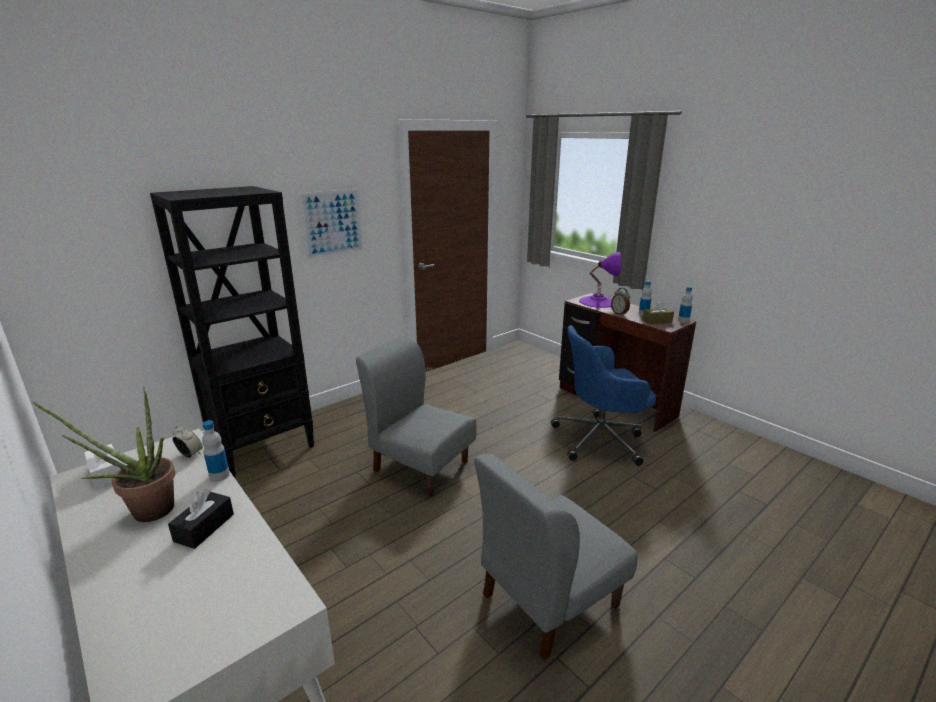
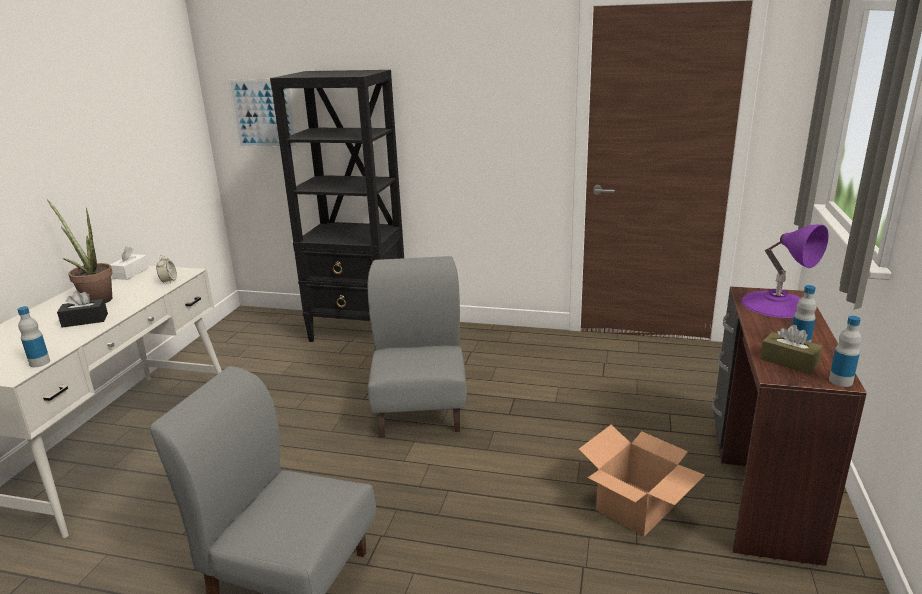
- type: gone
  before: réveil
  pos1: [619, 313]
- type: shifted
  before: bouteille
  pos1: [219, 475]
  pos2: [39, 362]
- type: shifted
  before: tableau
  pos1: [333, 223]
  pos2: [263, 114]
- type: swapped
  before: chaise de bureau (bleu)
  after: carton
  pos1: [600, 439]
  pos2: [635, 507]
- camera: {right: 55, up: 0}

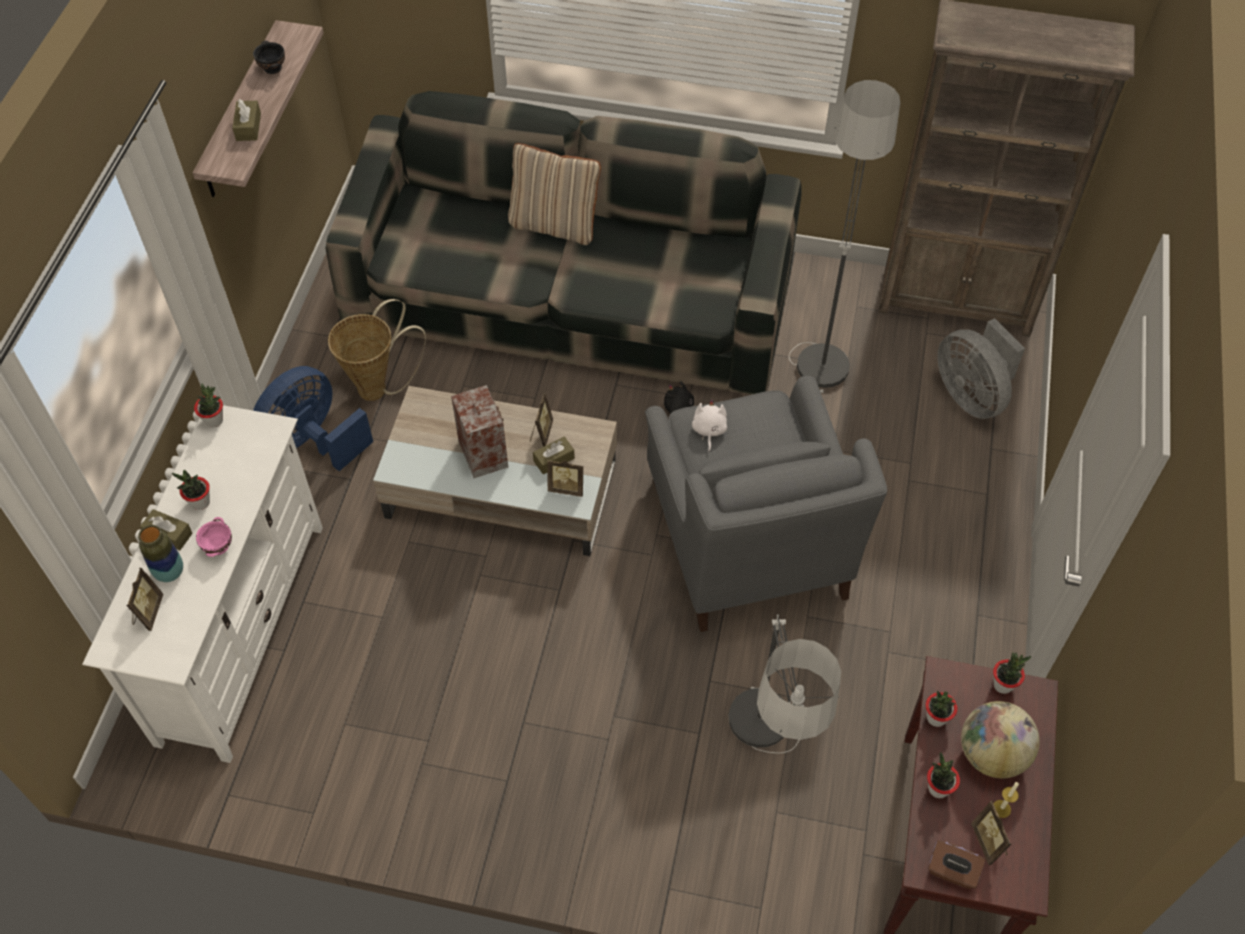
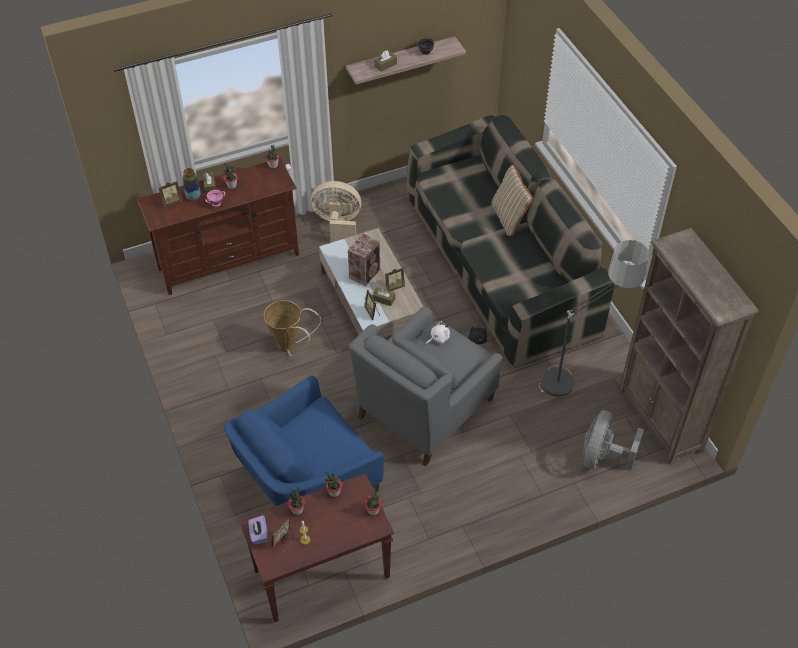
- type: gone
  before: globe
  pos1: [991, 754]
- type: shifted
  before: panier
  pos1: [379, 387]
  pos2: [290, 347]
- type: swapped
  before: lampadaire
  after: fauteuil (bleu)
  pos1: [766, 767]
  pos2: [306, 480]
- type: repainted
  before: meuble télé (blanc)
  after: meuble télé (marron)
  pos1: [241, 631]
  pos2: [229, 261]
- type: repainted
  before: ventilateur (bleu)
  after: ventilateur (beige)
  pos1: [312, 442]
  pos2: [338, 224]
- type: repainted
  before: boîte à mouchoirs (marron)
  after: boîte à mouchoirs (violet)
  pos1: [952, 871]
  pos2: [259, 534]
- camera: {right: 55, up: -5}

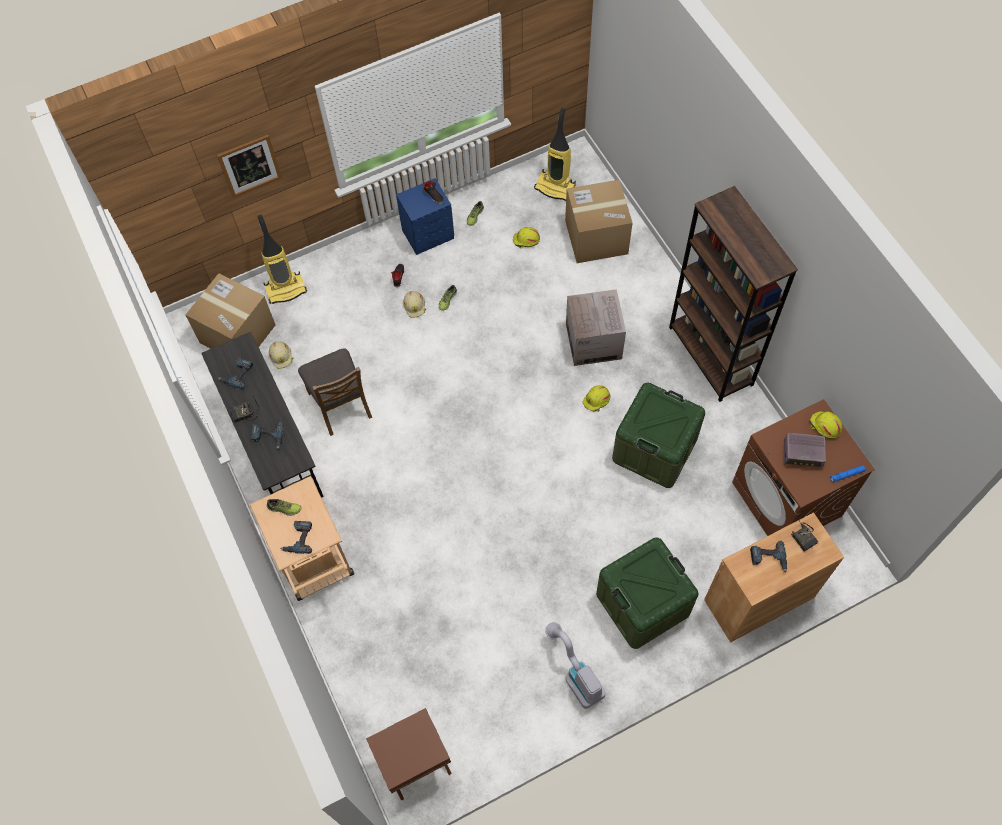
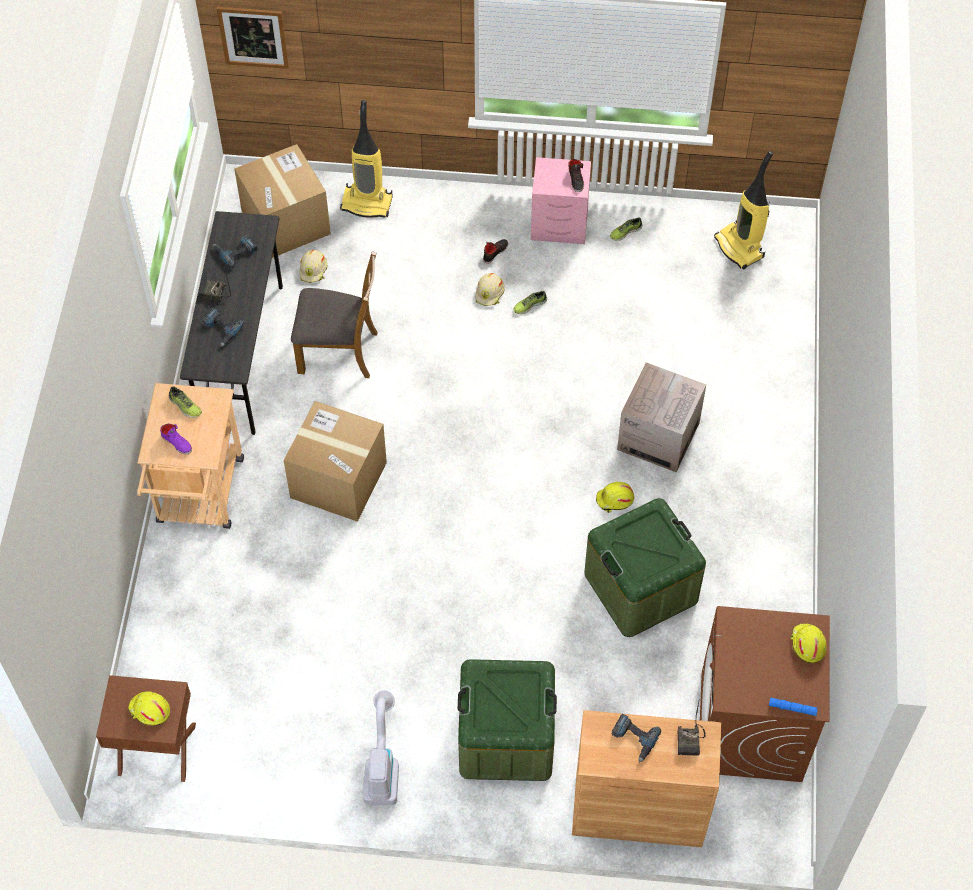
- type: gone
  before: bibliothèque (marron)
  pos1: [711, 356]
- type: gone
  before: radio
  pos1: [802, 454]
- type: shifted
  before: tableau
  pos1: [249, 166]
  pos2: [253, 37]
- type: shifted
  before: casque de chantier (jaune)
  pos1: [526, 240]
  pos2: [149, 710]
- type: shifted
  before: carton
  pos1: [596, 237]
  pos2: [338, 480]
- type: swapped
  before: perceuse
  after: chaussure (violet)
  pos1: [298, 539]
  pos2: [177, 442]
- type: repainted
  before: table de chevet (bleu)
  after: table de chevet (rose)
  pos1: [429, 235]
  pos2: [560, 226]
- type: rotated
  before: chaise (marron)
  pos1: [340, 404]
  pos2: [339, 351]
  turn: -90
- camera: {right: 30, up: -5}

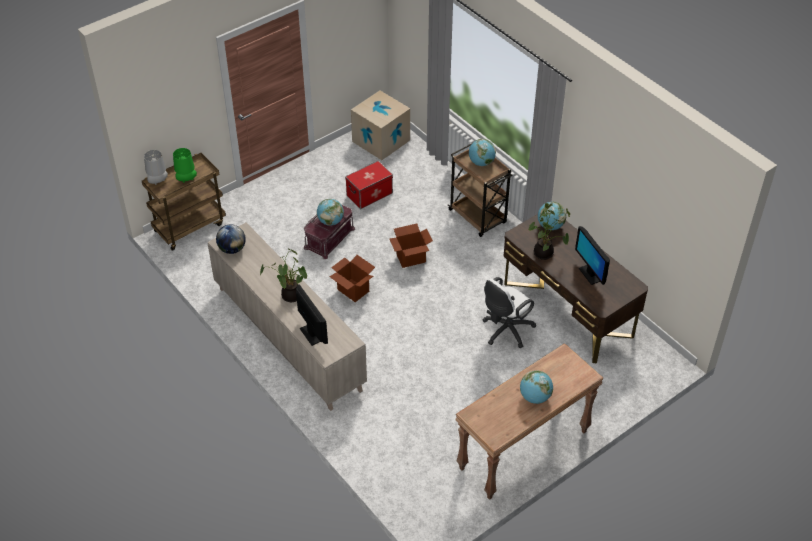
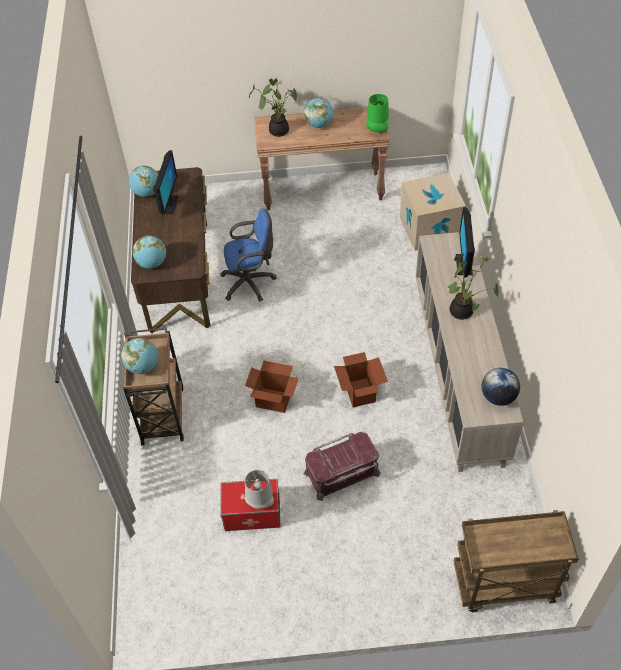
- type: shifted
  before: lampe de table (gris)
  pos1: [158, 182]
  pos2: [260, 504]
- type: shifted
  before: lampe de table (vert)
  pos1: [186, 181]
  pos2: [377, 131]
- type: shifted
  before: globe
  pos1: [330, 221]
  pos2: [147, 193]
- type: shifted
  before: carton
  pos1: [381, 141]
  pos2: [430, 229]
- type: shifted
  before: plante en pot
  pos1: [545, 254]
  pos2: [278, 129]
- type: repainted
  before: chaise de bureau (blanc)
  after: chaise de bureau (bleu)
  pos1: [505, 331]
  pos2: [251, 283]
- camera: {right: -145, up: 5}

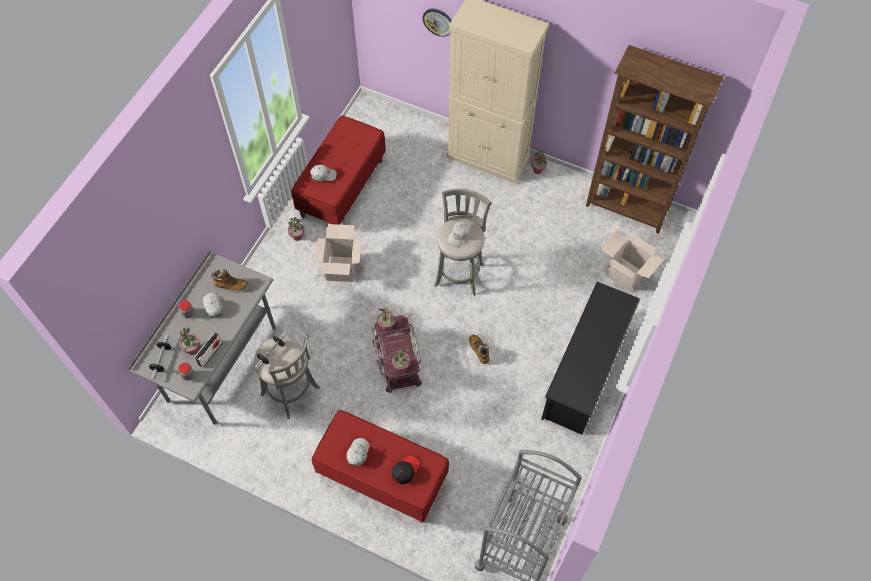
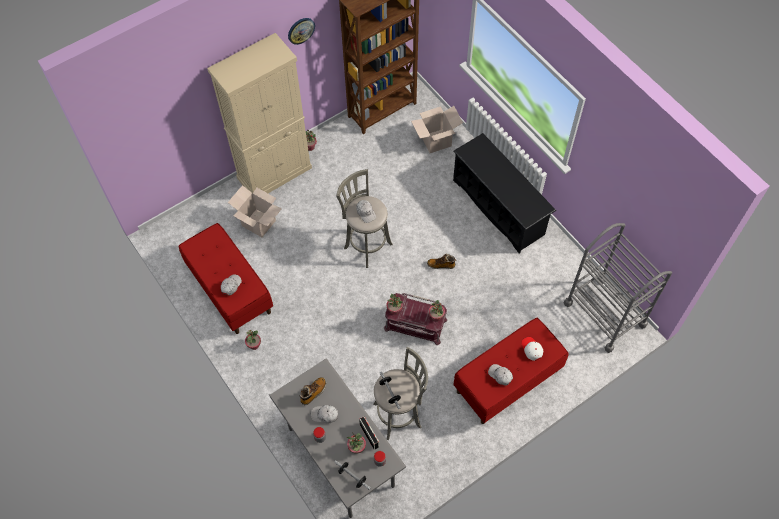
- type: shifted
  before: carton
  pos1: [341, 269]
  pos2: [259, 223]
- type: shifted
  before: horloge murale
  pos1: [438, 21]
  pos2: [301, 30]
- type: repainted
  before: casquette (noir)
  after: casquette (blanc)
  pos1: [405, 470]
  pos2: [531, 349]
- camera: {right: -60, up: 0}

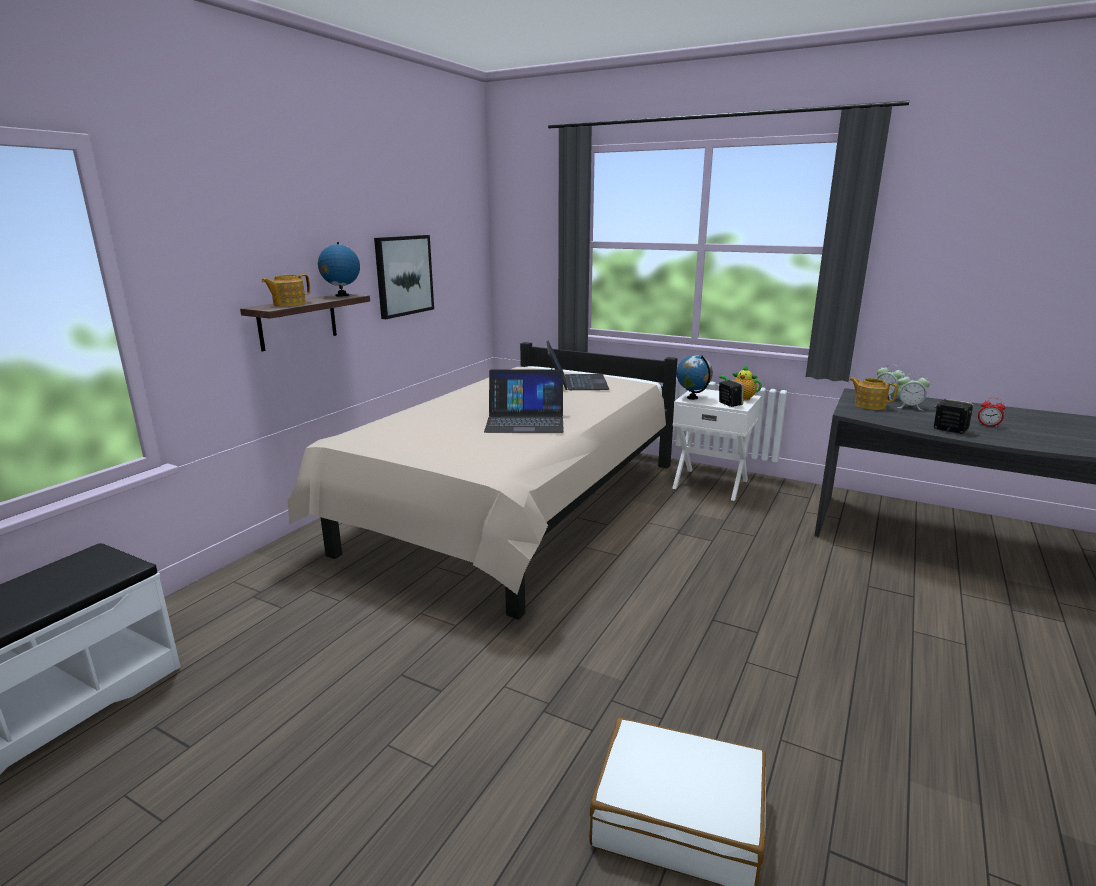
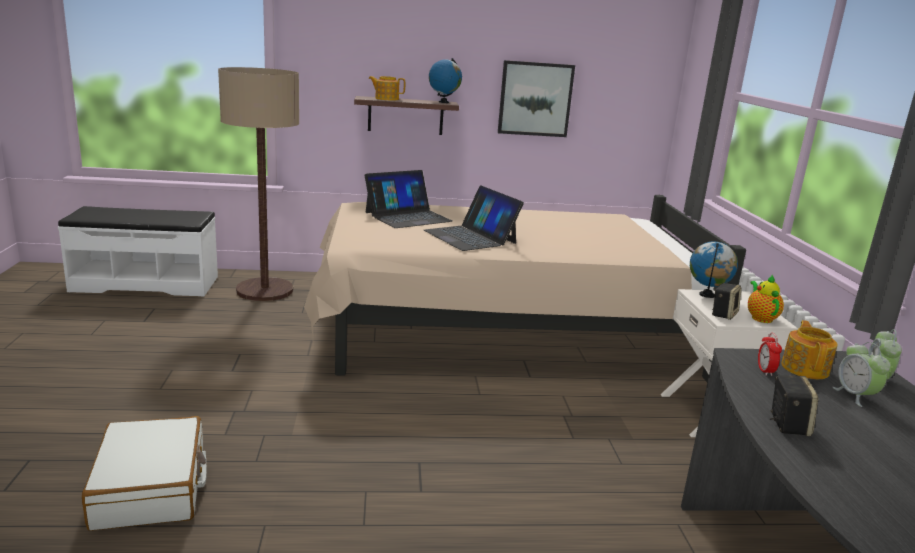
- type: new
  after: lampadaire
  pos2: [264, 290]
- type: shifted
  before: ordinateur portable
  pos1: [576, 382]
  pos2: [408, 217]
- type: shifted
  before: réveil
  pos1: [988, 425]
  pos2: [765, 371]
- camera: {right: 55, up: 0}

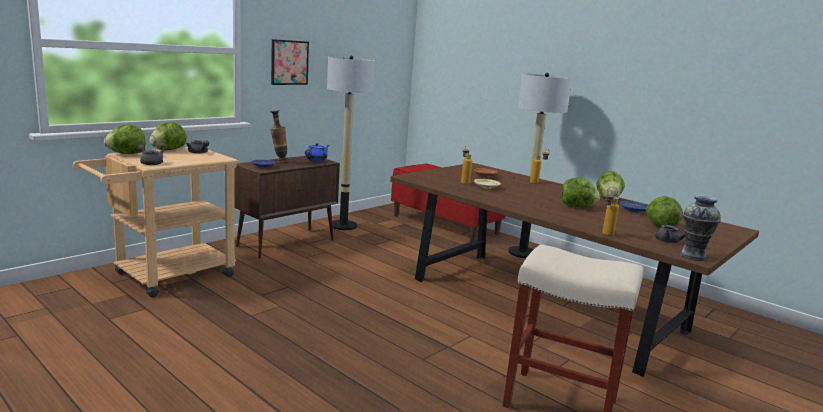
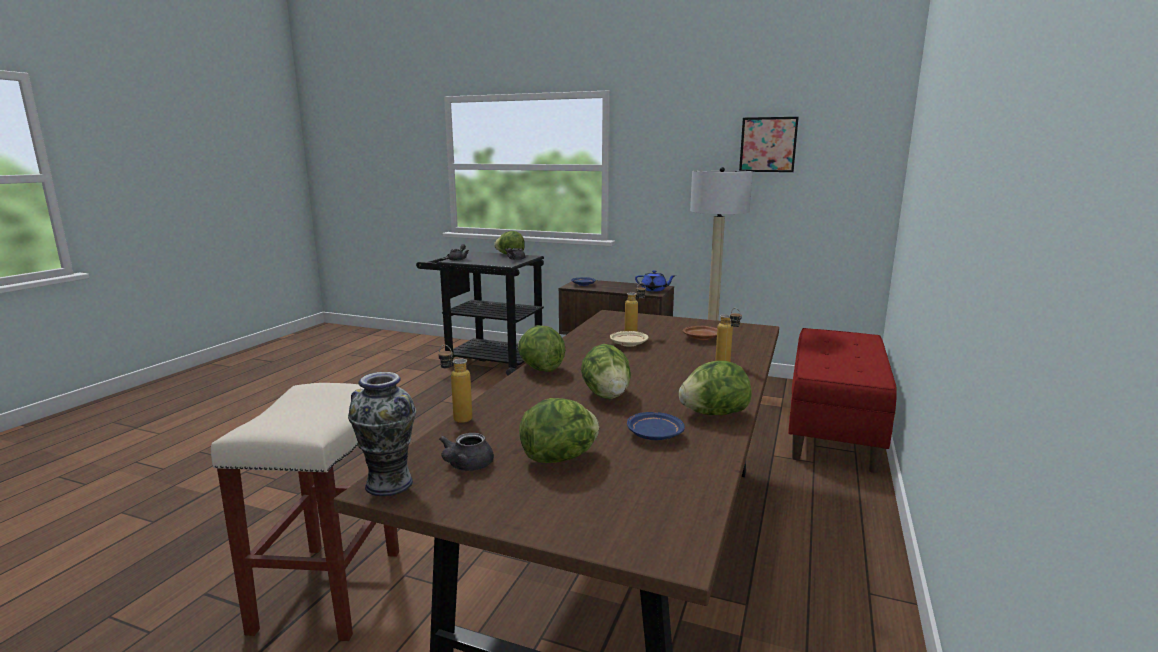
- type: gone
  before: vase
  pos1: [278, 162]
- type: gone
  before: lampadaire
  pos1: [522, 253]
- type: shifted
  before: laitue
  pos1: [126, 154]
  pos2: [540, 369]
- type: shifted
  before: tableau
  pos1: [289, 62]
  pos2: [768, 144]
- type: repainted
  before: chariot (beige)
  after: chariot (noir)
  pos1: [165, 277]
  pos2: [486, 360]
- camera: {right: 70, up: 0}

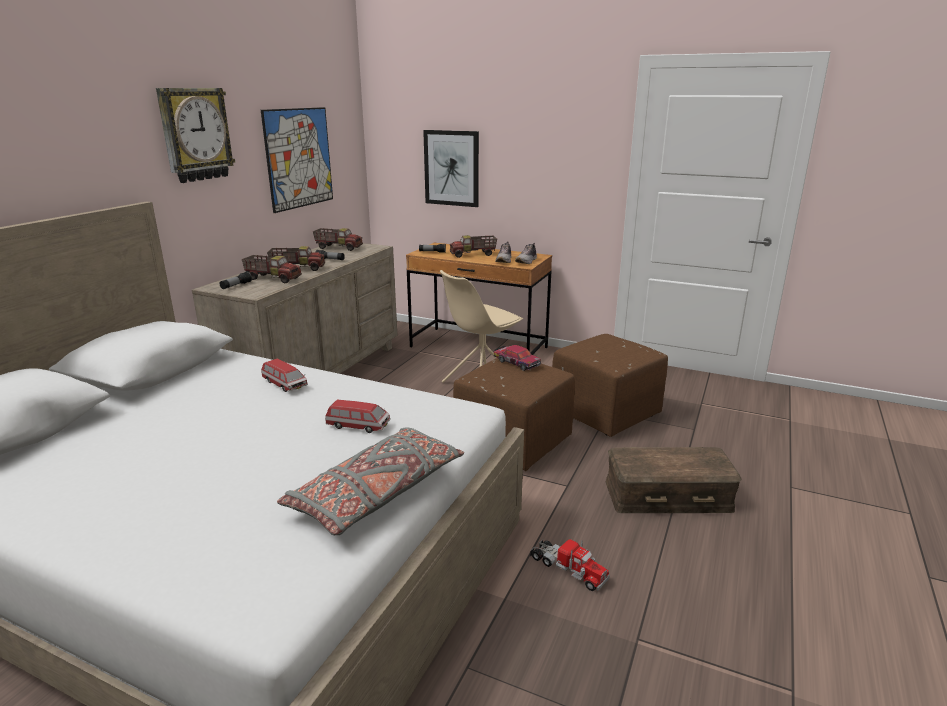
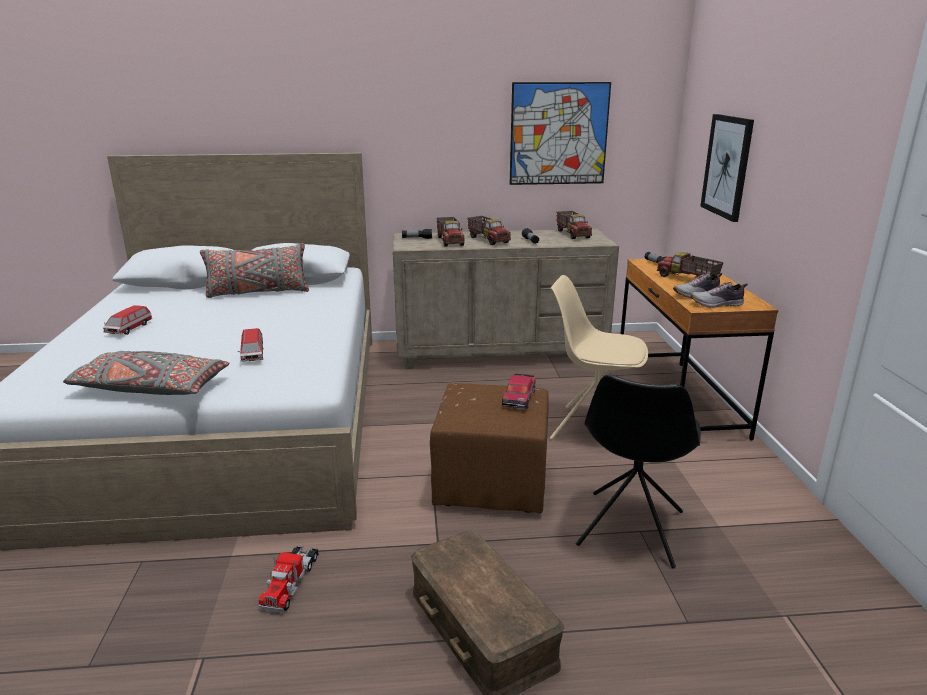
- type: gone
  before: horloge murale
  pos1: [195, 134]
- type: new
  after: coussin (gris)
  pos2: [257, 293]
- type: shifted
  before: petite voiture
  pos1: [284, 384]
  pos2: [129, 329]
- type: swapped
  before: pouf (marron)
  after: chaise (noir)
  pos1: [604, 414]
  pos2: [630, 530]
- camera: {right: 60, up: 0}

